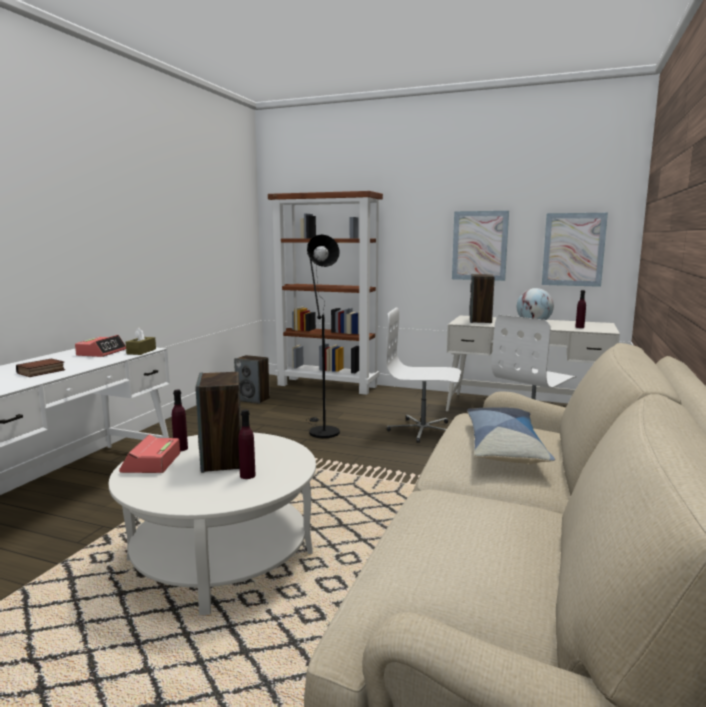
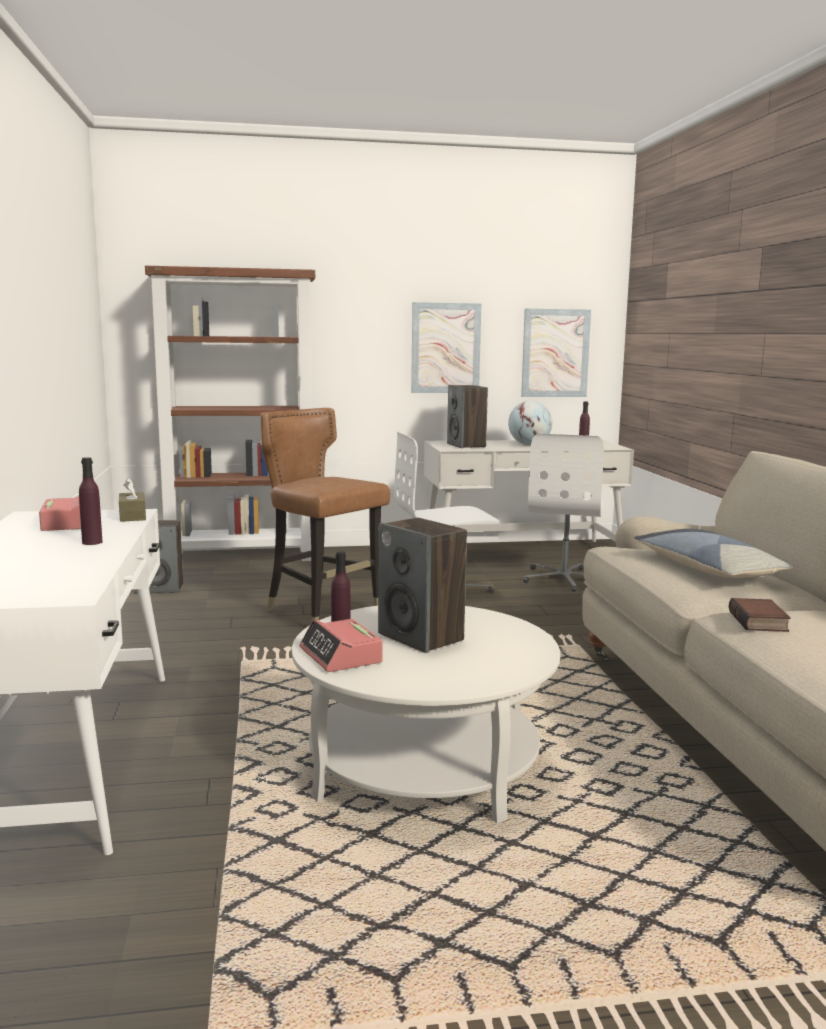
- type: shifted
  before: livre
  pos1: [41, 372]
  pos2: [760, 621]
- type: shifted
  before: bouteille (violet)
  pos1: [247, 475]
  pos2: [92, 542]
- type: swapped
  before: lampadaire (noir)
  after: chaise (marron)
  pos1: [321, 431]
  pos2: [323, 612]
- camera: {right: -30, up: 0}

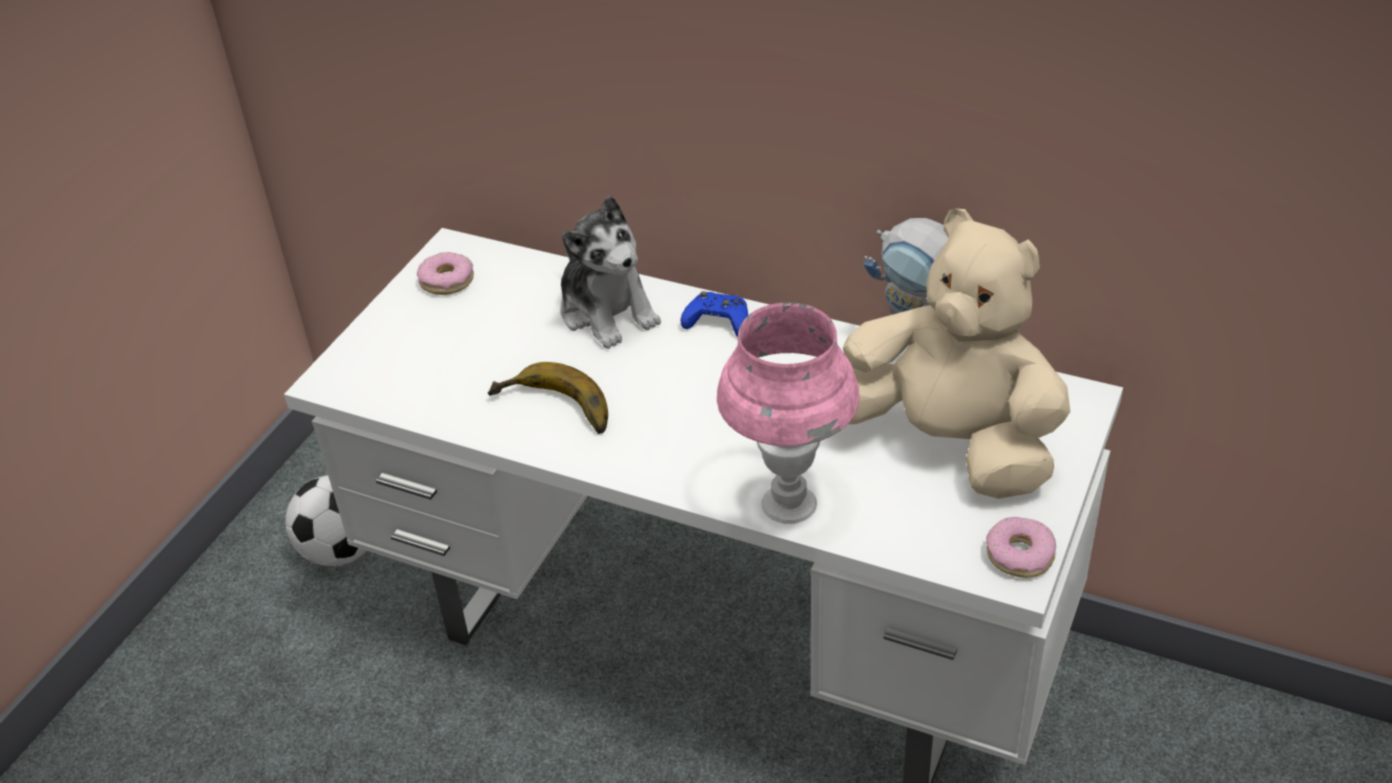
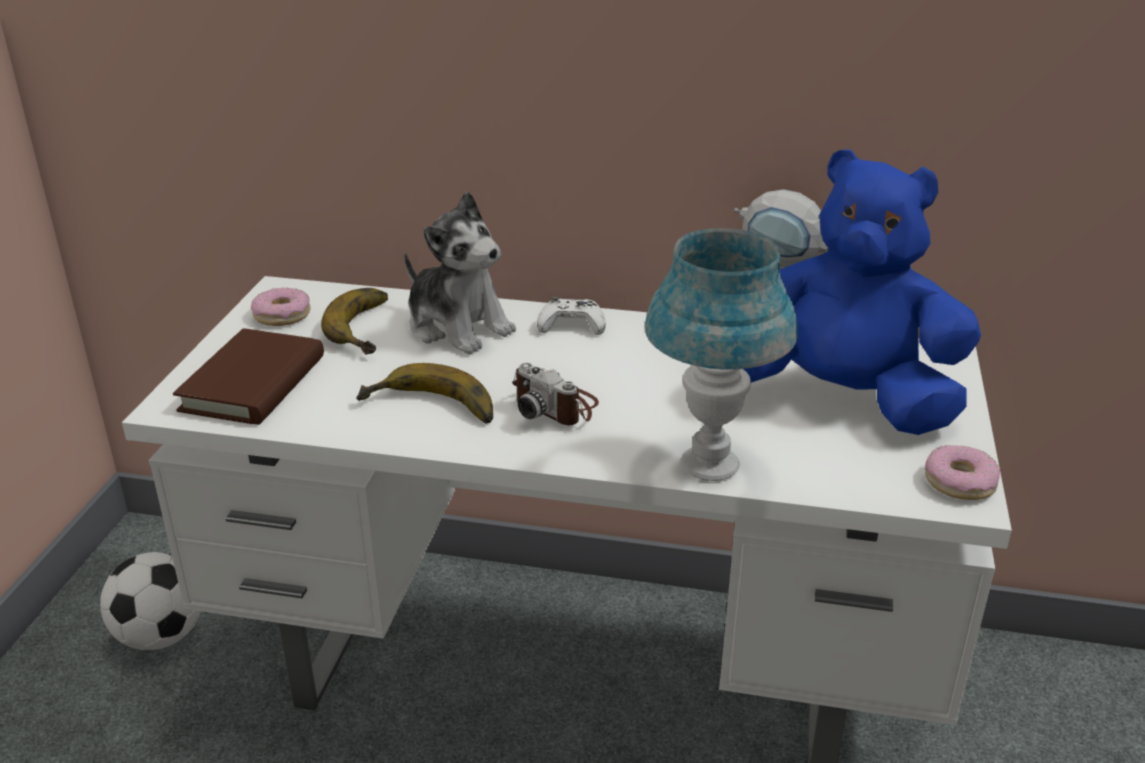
- type: new
  after: livre (marron)
  pos2: [253, 384]
- type: new
  after: banane
  pos2: [371, 327]
- type: new
  after: appareil photo
  pos2: [556, 406]
- type: repainted
  before: manette (bleu)
  after: manette (blanc)
  pos1: [718, 321]
  pos2: [572, 325]
- type: repainted
  before: lampe de table (rose)
  after: lampe de table (bleu)
  pos1: [788, 506]
  pos2: [709, 465]
- type: repainted
  before: peluche (beige)
  after: peluche (bleu)
  pos1: [948, 443]
  pos2: [841, 399]
- camera: {right: -15, up: -10}

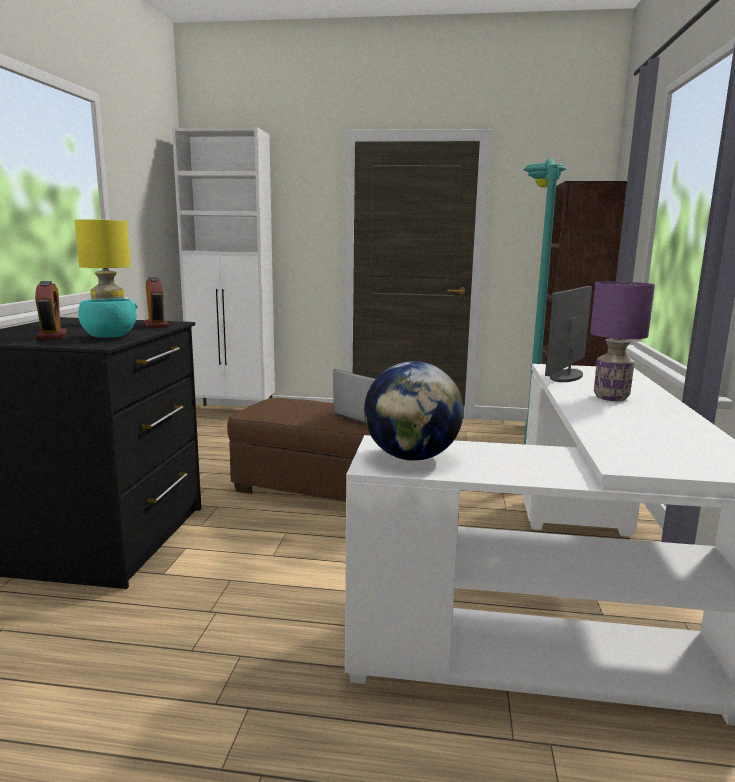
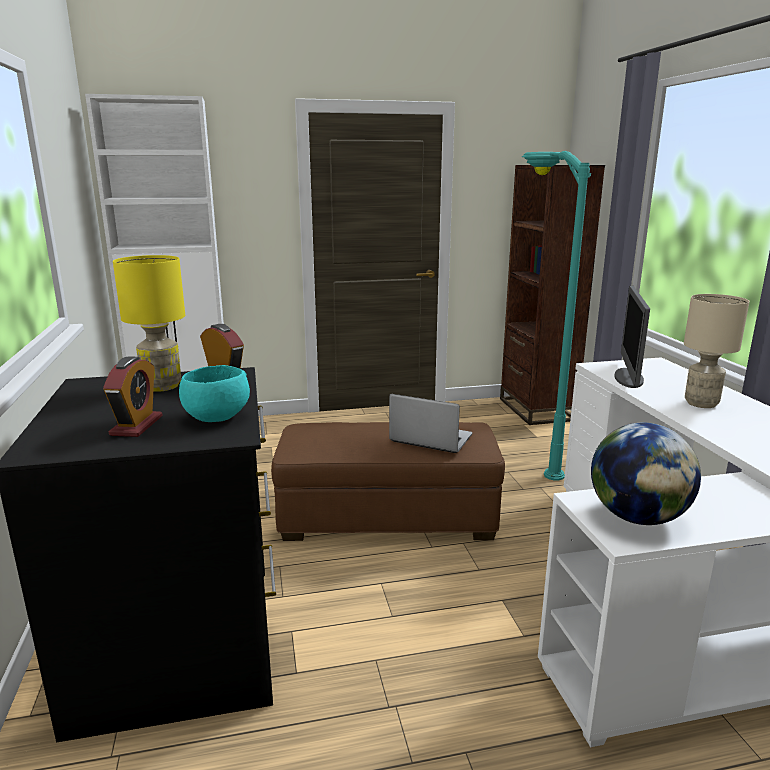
- type: repainted
  before: lampe de table (violet)
  after: lampe de table (beige)
  pos1: [611, 398]
  pos2: [702, 404]
- type: rotated
  before: réveil
  pos1: [51, 335]
  pos2: [136, 425]
  turn: 45
- camera: {right: -20, up: 5}

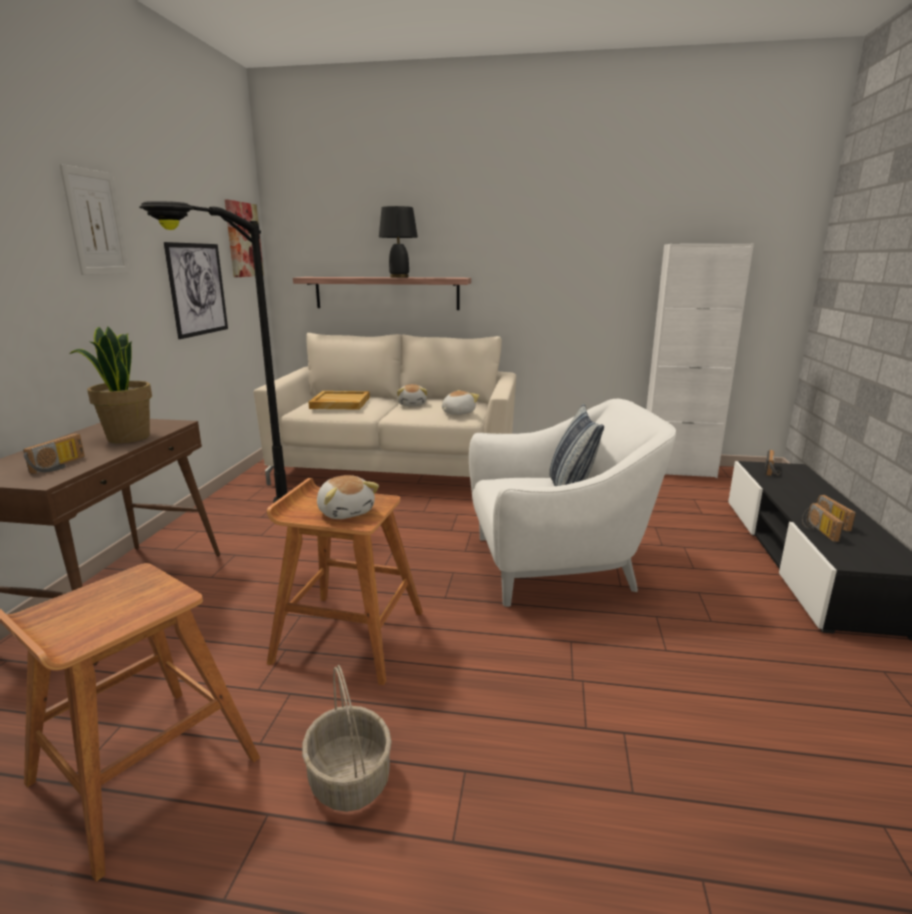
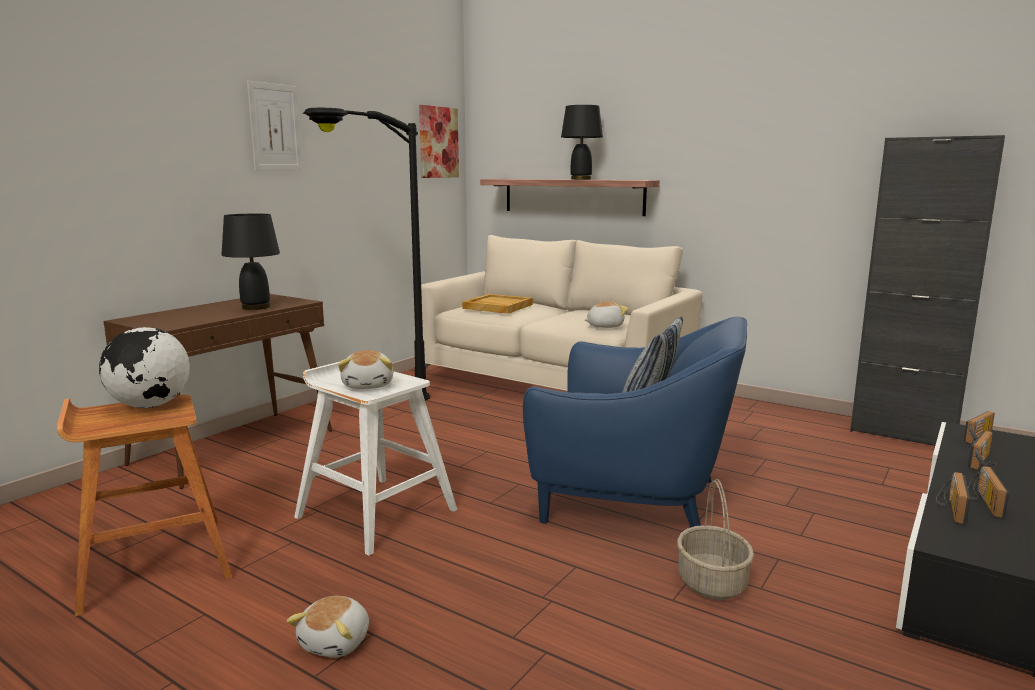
- type: gone
  before: tableau
  pos1: [198, 289]
- type: new
  after: globe
  pos2: [150, 406]
- type: shifted
  before: radio
  pos1: [60, 466]
  pos2: [984, 463]
- type: shifted
  before: panier
  pos1: [350, 780]
  pos2: [713, 583]
- type: shifted
  before: peluche
  pos1: [412, 404]
  pos2: [336, 642]
- type: swapped
  before: plante en pot
  after: lampe de table (noir)
  pos1: [127, 437]
  pos2: [255, 307]
- type: repainted
  before: tabouret (marron)
  after: tabouret (blanc)
  pos1: [348, 636]
  pos2: [375, 512]
- type: repainted
  before: fauteuil (blanc)
  after: fauteuil (bleu)
  pos1: [555, 564]
  pos2: [633, 498]
- type: repainted
  before: meuble de rangement (blanc)
  after: meuble de rangement (noir)
  pos1: [677, 470]
  pos2: [903, 434]
- camera: {right: 25, up: -5}

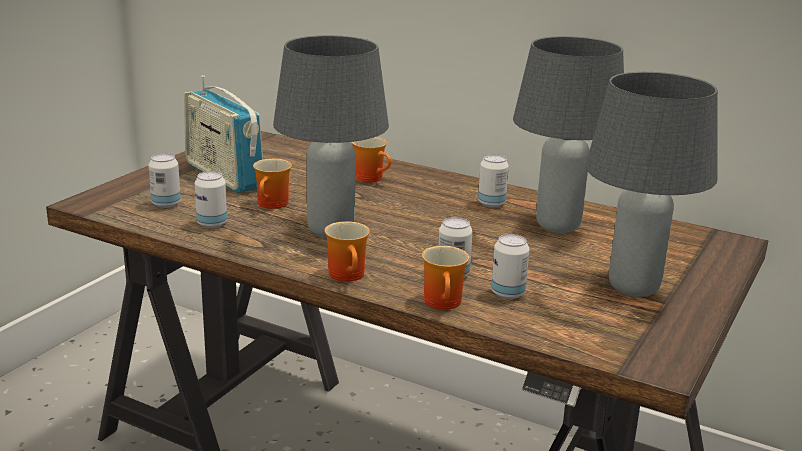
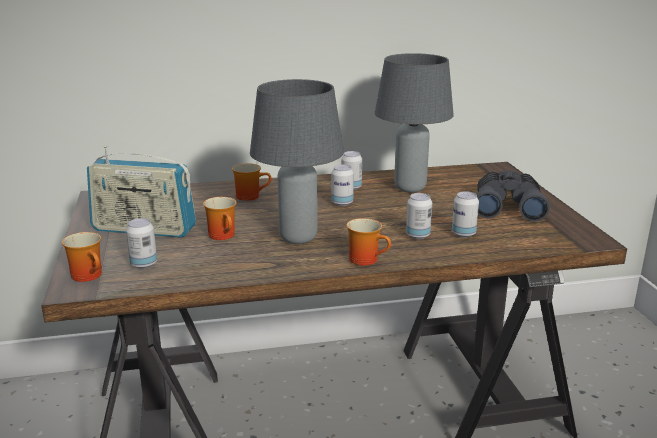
- type: shifted
  before: boîte métallique
  pos1: [212, 224]
  pos2: [342, 203]
- type: shifted
  before: mug
  pos1: [446, 303]
  pos2: [90, 275]
- type: swapped
  before: lampe de table (gris)
  after: jumelles (gris)
  pos1: [635, 288]
  pos2: [507, 206]
- camera: {right: -40, up: 0}

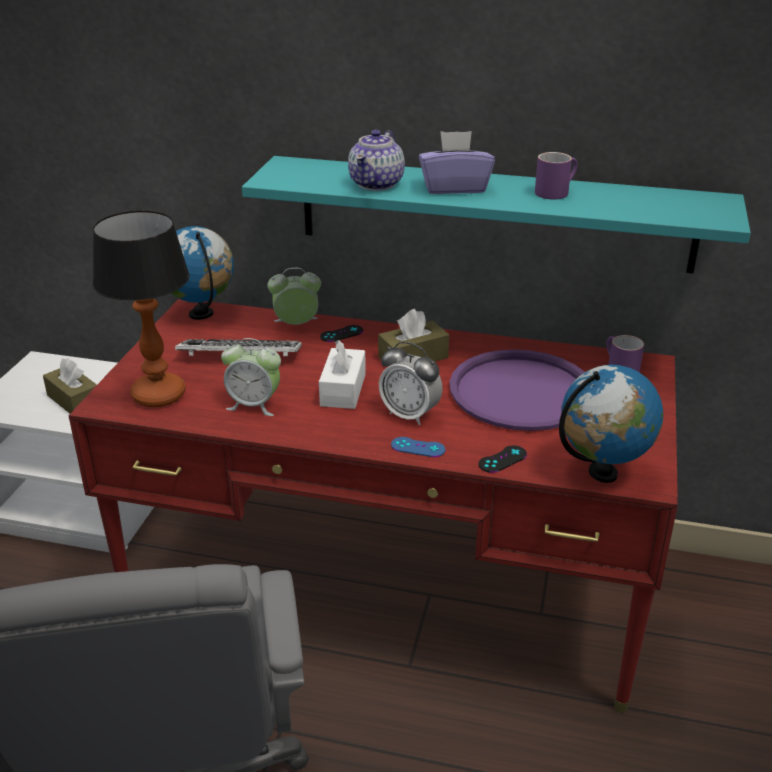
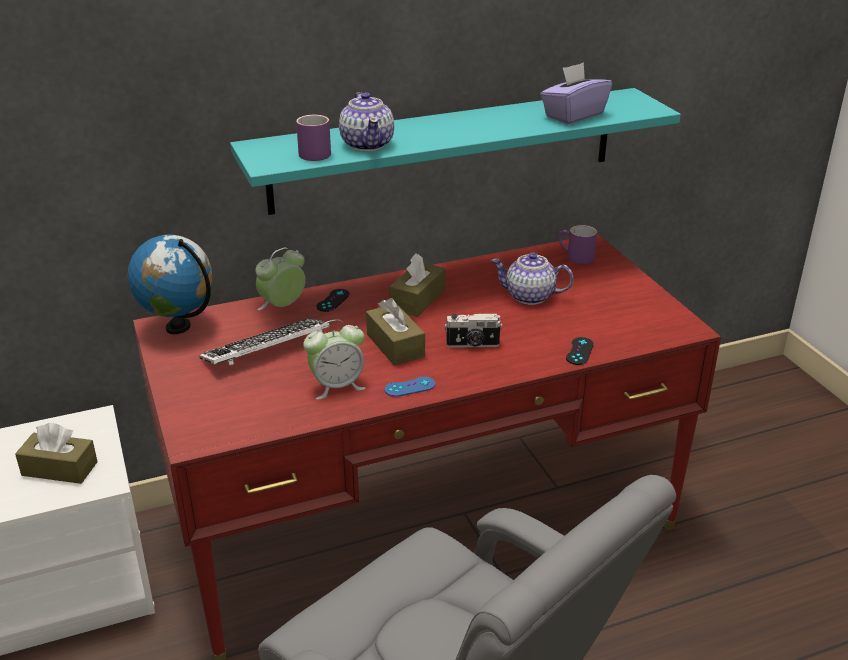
- type: gone
  before: lampe de table
  pos1: [158, 394]
- type: gone
  before: globe
  pos1: [602, 473]
- type: shifted
  before: manette (bleu)
  pos1: [418, 447]
  pos2: [410, 387]
- type: shifted
  before: boîte à mouchoirs (violet)
  pos1: [454, 187]
  pos2: [573, 115]
- type: shifted
  before: mug (violet)
  pos1: [555, 191]
  pos2: [316, 152]
- type: swapped
  before: réveil
  after: appareil photo
  pos1: [410, 415]
  pos2: [473, 345]
- type: swapped
  before: plateau (violet)
  after: théière
  pos1: [521, 391]
  pos2: [530, 296]
- type: repainted
  before: boîte à mouchoirs (blanc)
  after: boîte à mouchoirs (marron)
  pos1: [343, 390]
  pos2: [395, 345]
- camera: {right: -35, up: 0}

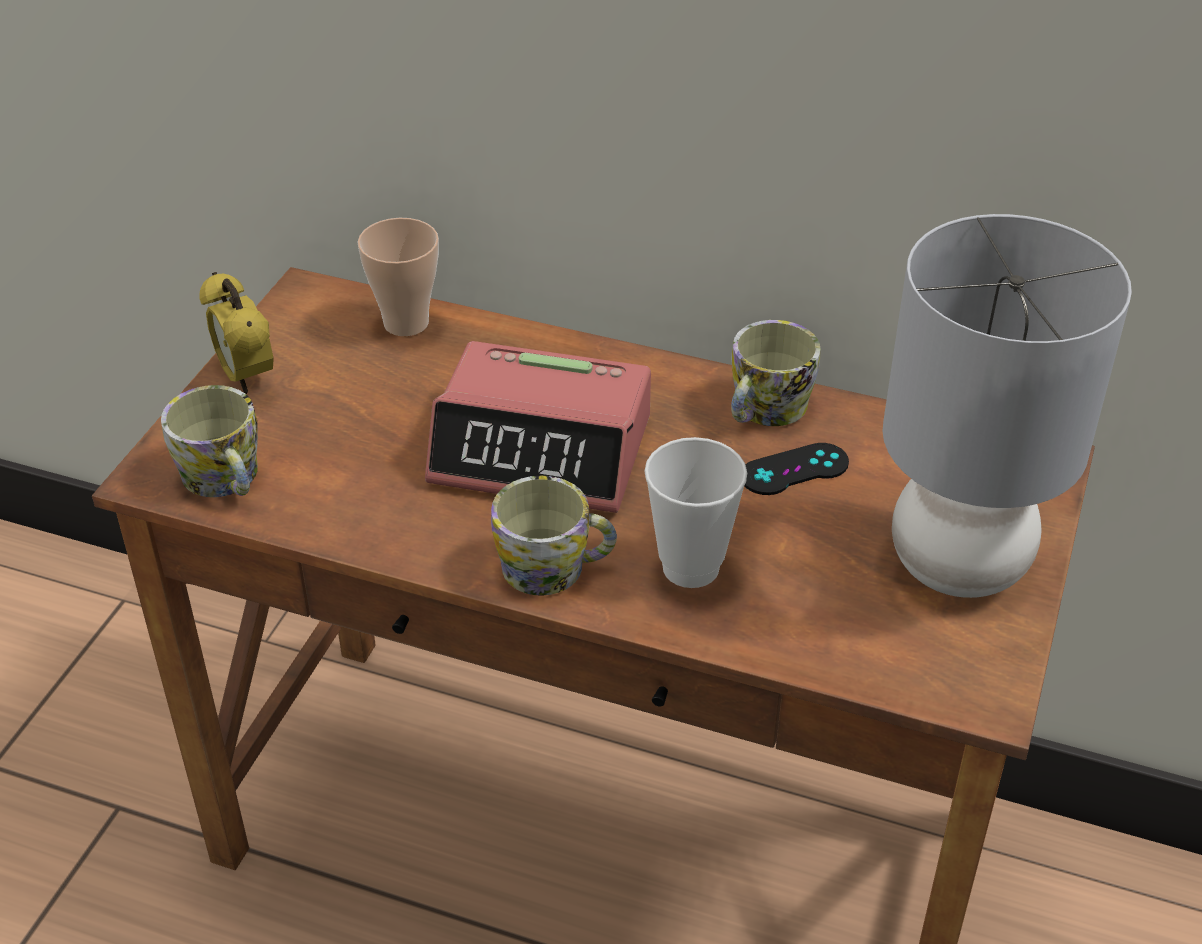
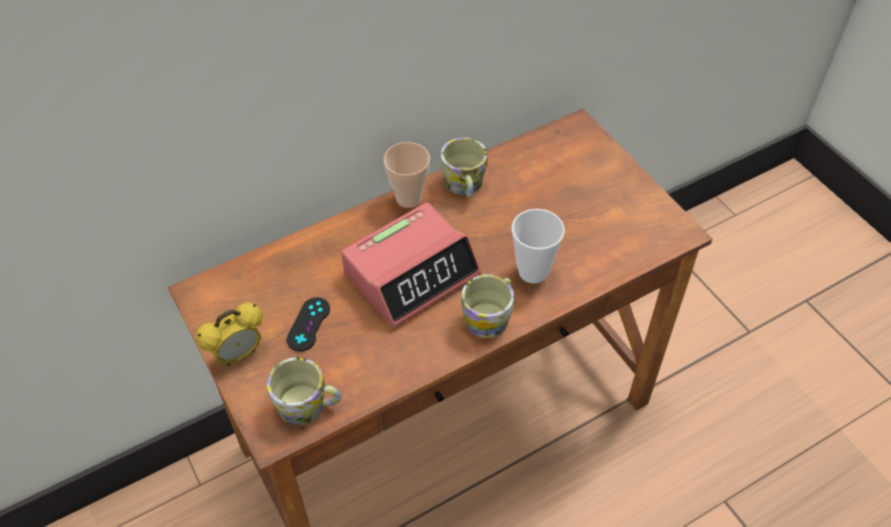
- type: gone
  before: lampe de table (gris)
  pos1: [960, 566]
- type: shifted
  before: tasse
  pos1: [406, 323]
  pos2: [408, 198]
- type: shifted
  before: manette (noir)
  pos1: [794, 470]
  pos2: [308, 324]
- type: rotated
  before: réveil
  pos1: [246, 378]
  pos2: [238, 354]
  turn: -45
- camera: {right: -50, up: 10}

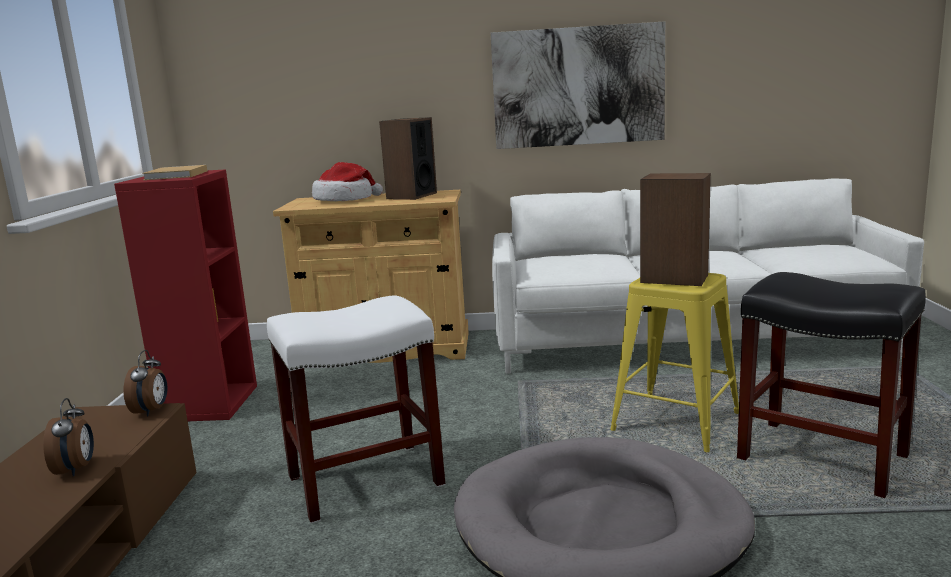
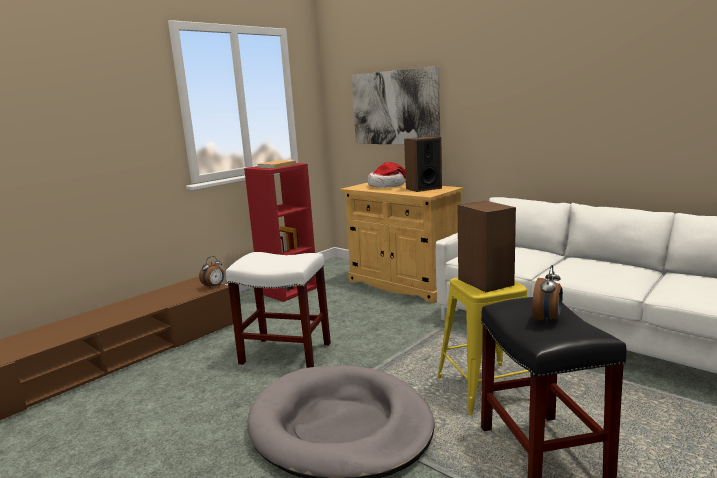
- type: shifted
  before: réveil
  pos1: [76, 469]
  pos2: [547, 319]
- type: shifted
  before: tableau
  pos1: [578, 86]
  pos2: [394, 108]
- camera: {right: 40, up: 0}

